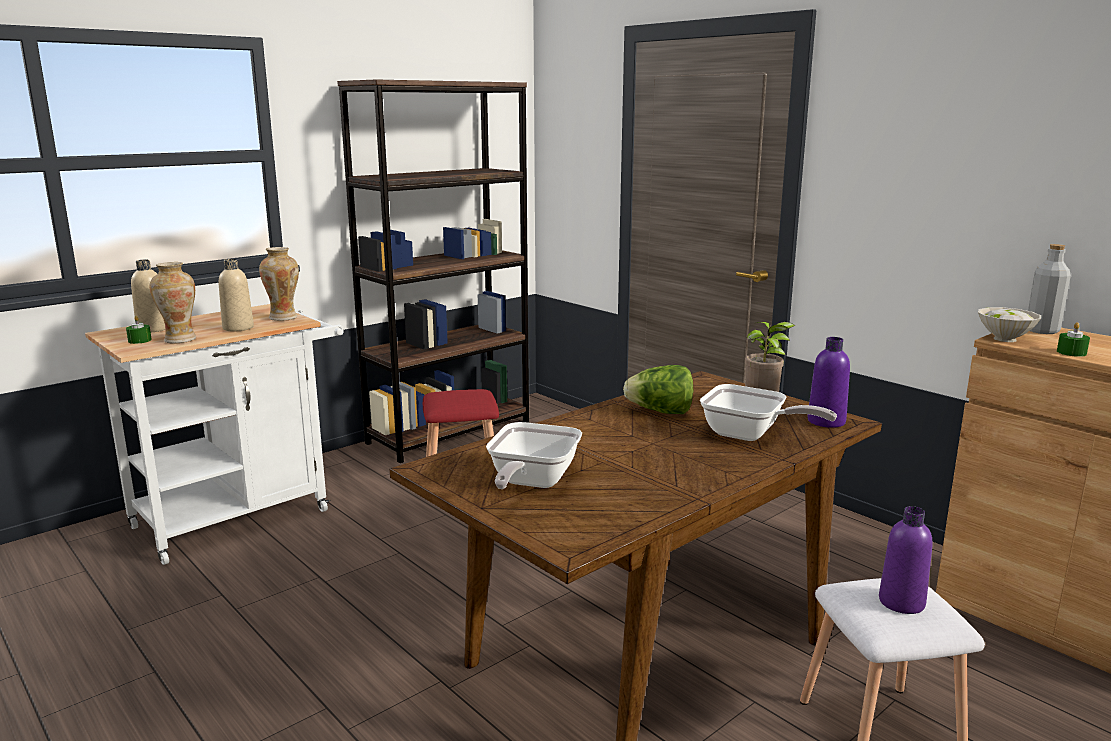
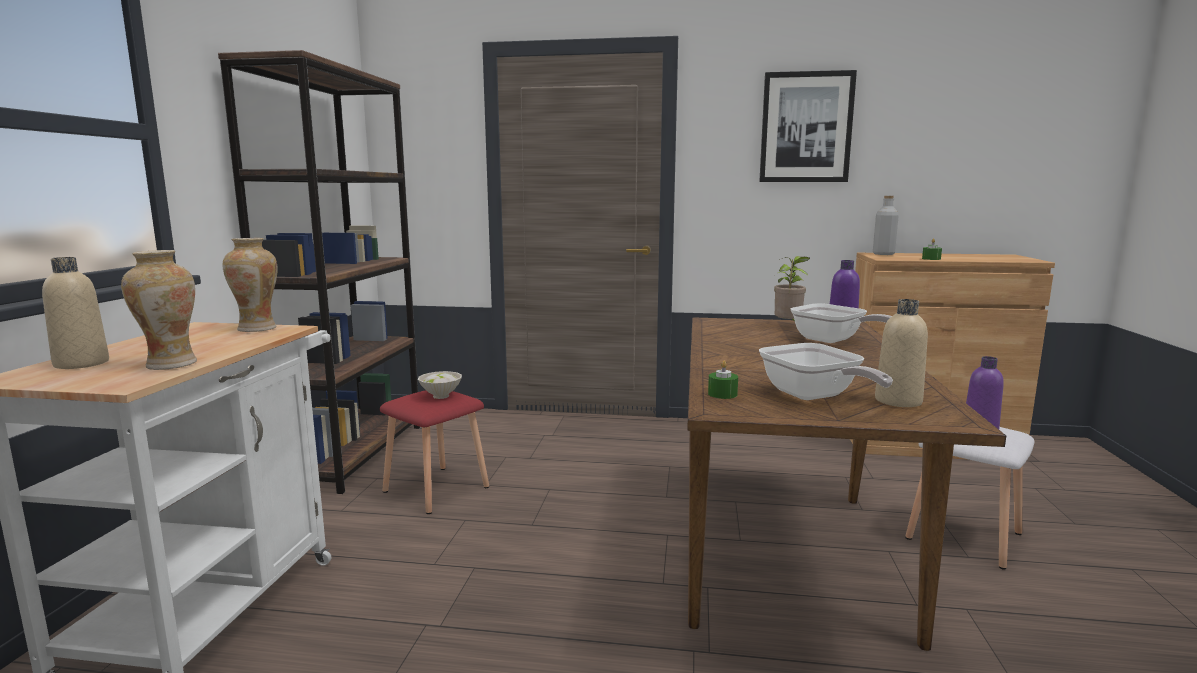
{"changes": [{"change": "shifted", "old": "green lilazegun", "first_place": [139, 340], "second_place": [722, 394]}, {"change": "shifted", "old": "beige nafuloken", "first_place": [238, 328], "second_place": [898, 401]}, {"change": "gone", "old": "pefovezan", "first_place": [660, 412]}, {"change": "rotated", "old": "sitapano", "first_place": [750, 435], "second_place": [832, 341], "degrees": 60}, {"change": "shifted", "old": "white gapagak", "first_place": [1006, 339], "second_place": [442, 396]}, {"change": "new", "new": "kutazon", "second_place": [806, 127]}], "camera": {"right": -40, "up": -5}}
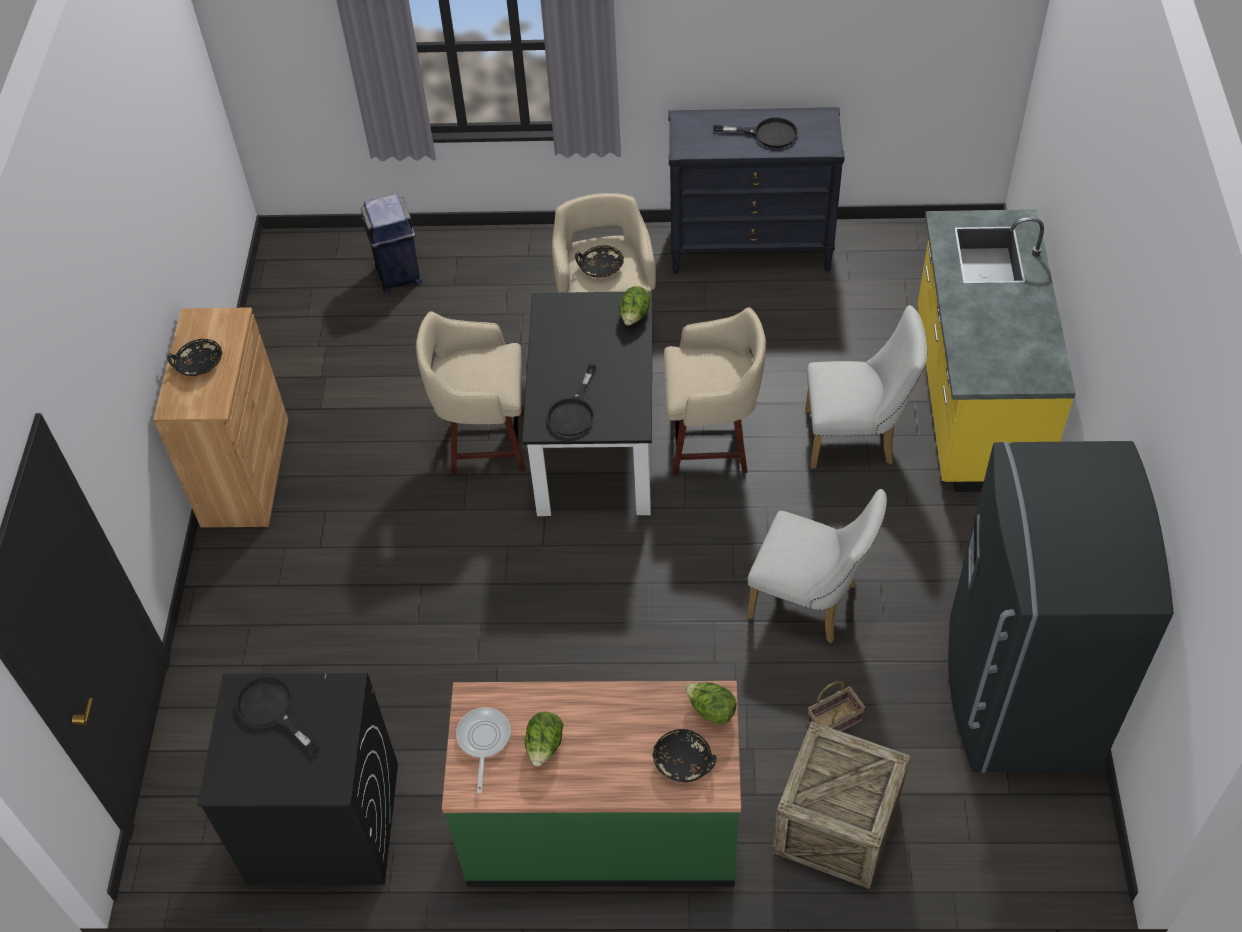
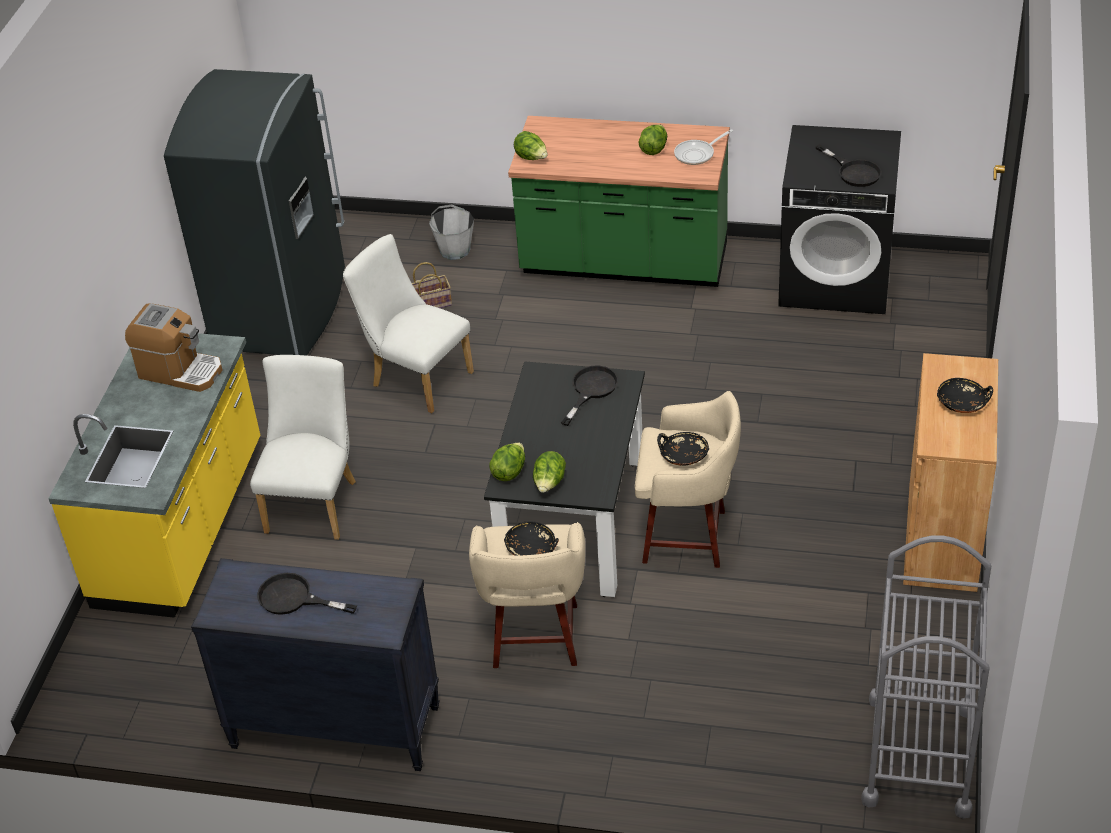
{"changes": [{"change": "gone", "old": "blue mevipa", "first_place": [398, 275]}, {"change": "rotated", "old": "sitapano", "first_place": [483, 741], "second_place": [697, 154], "degrees": 45}, {"change": "shifted", "old": "black gapagak", "first_place": [684, 762], "second_place": [683, 455]}, {"change": "gone", "old": "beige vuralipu", "first_place": [712, 444]}, {"change": "swapped", "old": "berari", "new": "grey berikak", "first_place": [836, 826], "second_place": [454, 250]}, {"change": "rotated", "old": "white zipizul", "first_place": [856, 438], "second_place": [314, 502], "degrees": 90}, {"change": "new", "new": "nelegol", "second_place": [180, 371]}, {"change": "new", "new": "pefovezan", "second_place": [549, 483]}, {"change": "new", "new": "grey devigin", "second_place": [919, 755]}], "camera": {"right": -170, "up": -10}}
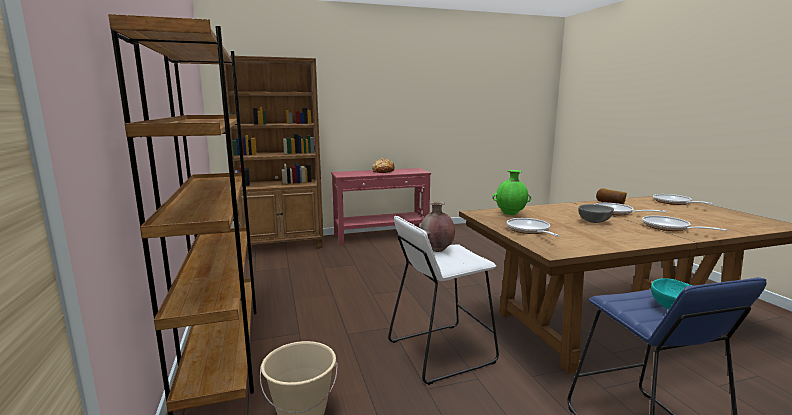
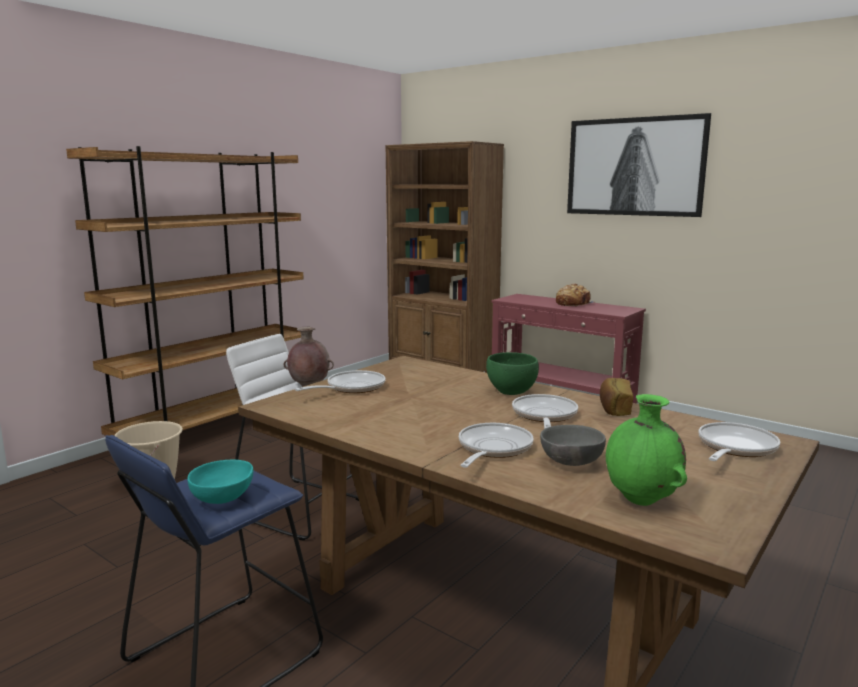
{"changes": [{"change": "shifted", "old": "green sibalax", "first_place": [510, 214], "second_place": [642, 500]}, {"change": "shifted", "old": "grey gapagak", "first_place": [594, 222], "second_place": [570, 463]}, {"change": "new", "new": "green gapagak", "second_place": [511, 392]}, {"change": "new", "new": "kutazon", "second_place": [635, 167]}], "camera": {"right": 55, "up": 0}}
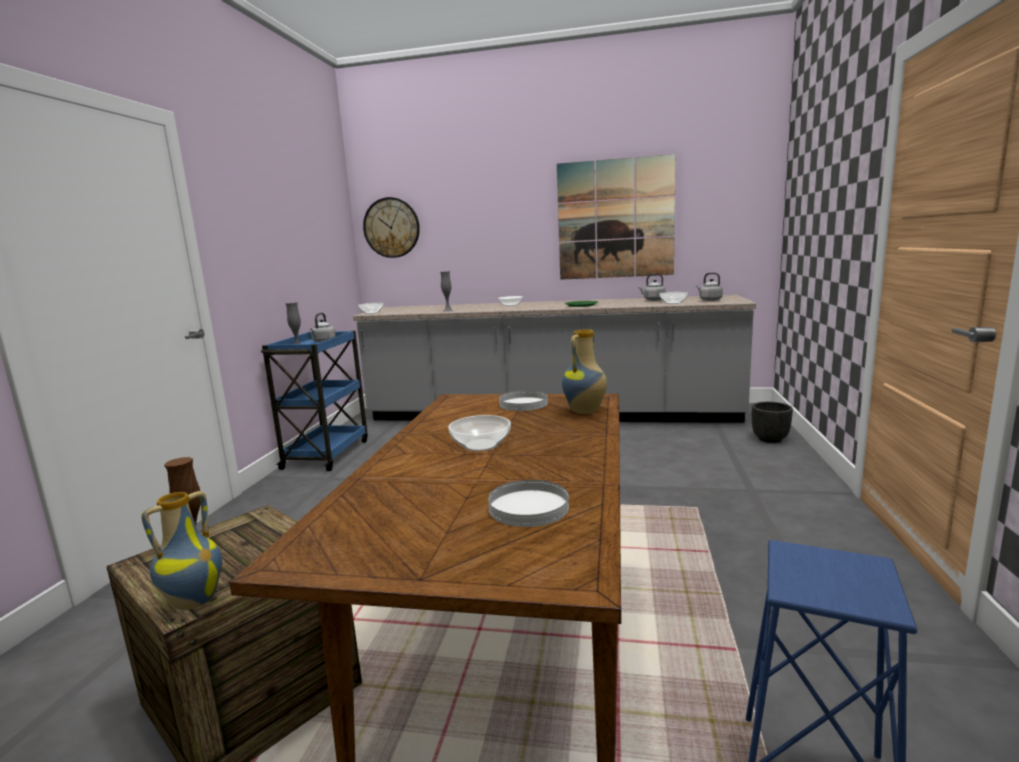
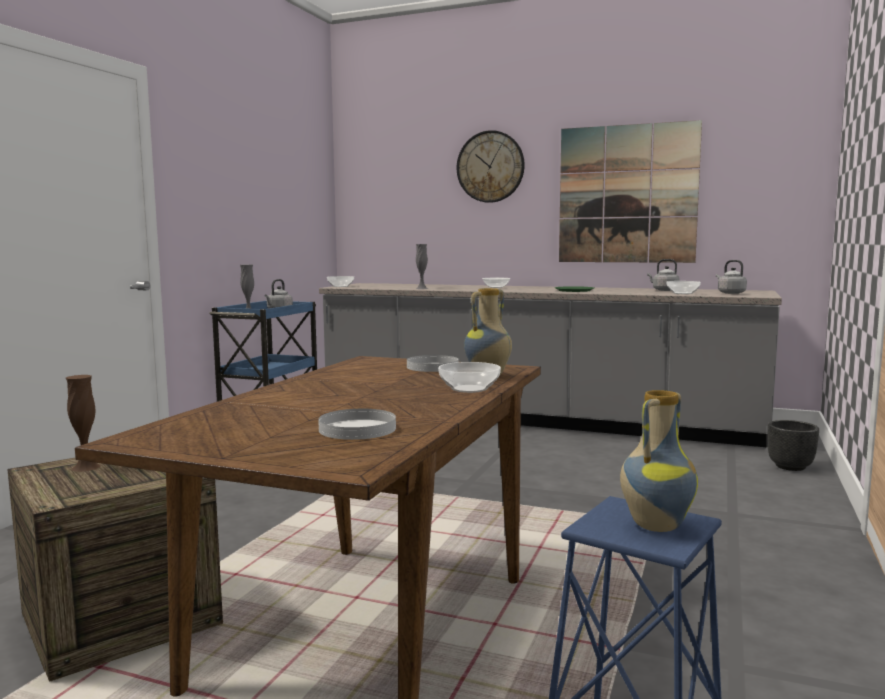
{"changes": [{"change": "shifted", "old": "sibalax", "first_place": [194, 600], "second_place": [654, 525]}, {"change": "shifted", "old": "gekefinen", "first_place": [391, 227], "second_place": [490, 167]}, {"change": "shifted", "old": "gapagak", "first_place": [480, 445], "second_place": [468, 389]}], "camera": {"right": 10, "up": -5}}
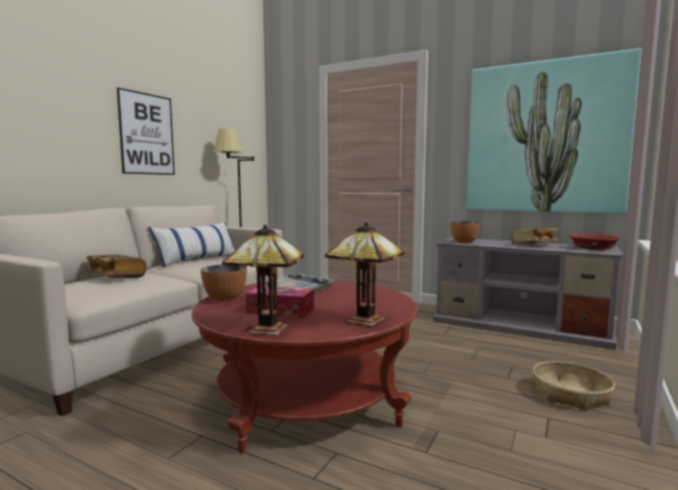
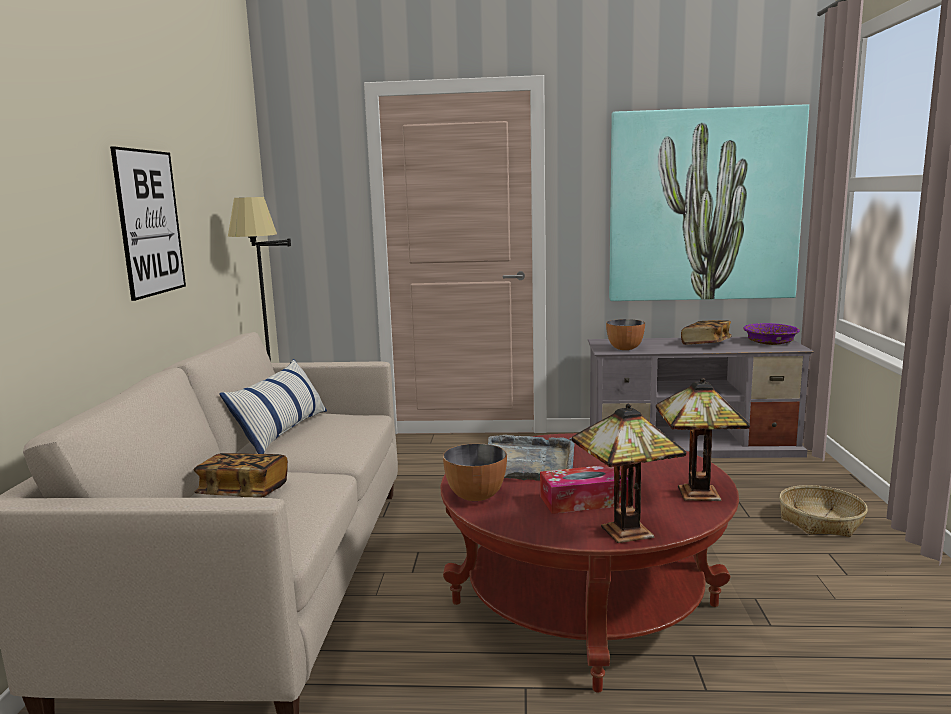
{"changes": [{"change": "repainted", "old": "red gapagak", "new": "purple gapagak", "first_place": [593, 248], "second_place": [770, 342]}], "camera": {"right": -25, "up": 5}}
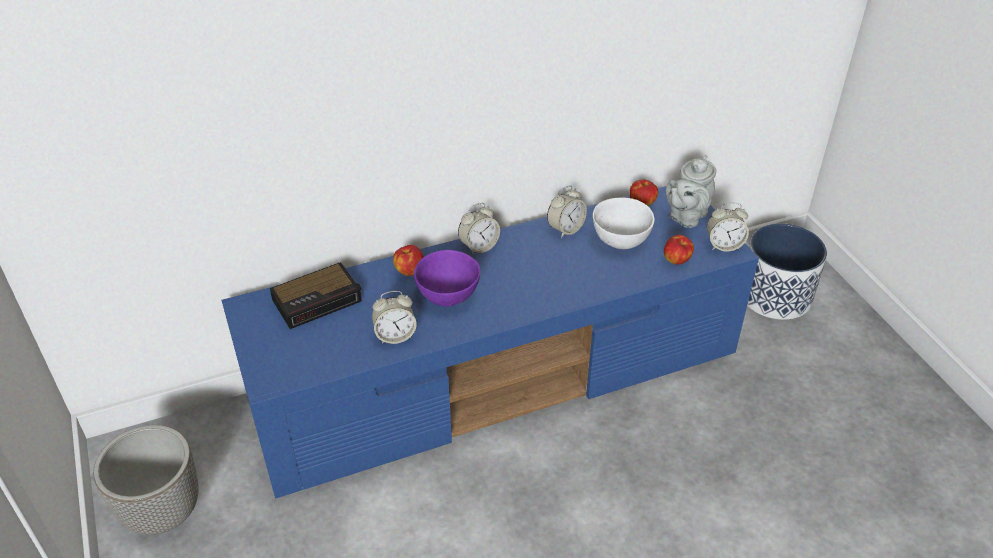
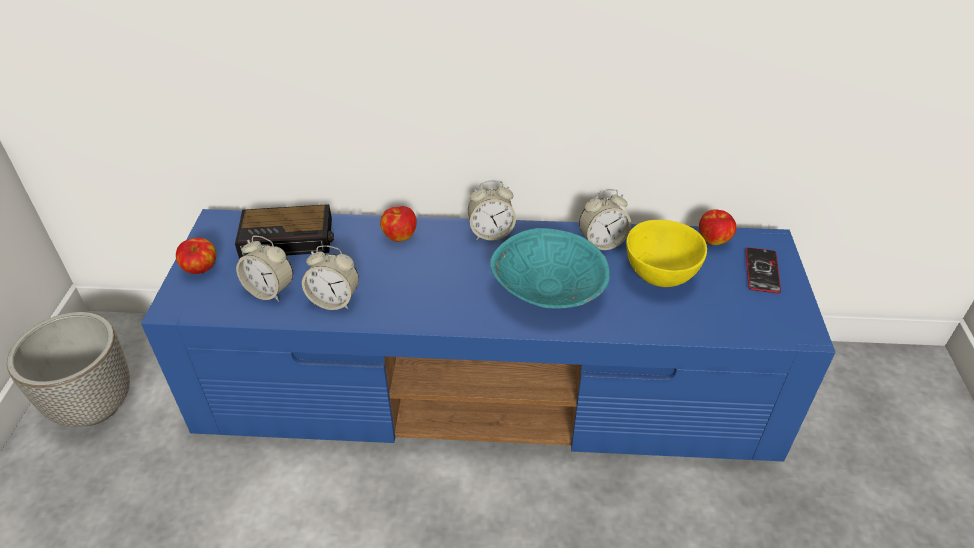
{"changes": [{"change": "gone", "old": "purple gapagak", "first_place": [449, 297]}, {"change": "repainted", "old": "white gapagak", "new": "yellow gapagak", "first_place": [620, 242], "second_place": [659, 276]}, {"change": "shifted", "old": "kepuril", "first_place": [677, 260], "second_place": [201, 269]}, {"change": "swapped", "old": "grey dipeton", "new": "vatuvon", "first_place": [686, 216], "second_place": [762, 271]}, {"change": "shifted", "old": "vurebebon", "first_place": [724, 245], "second_place": [270, 291]}, {"change": "gone", "old": "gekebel", "first_place": [775, 295]}, {"change": "new", "new": "turquoise gapagak", "second_place": [550, 290]}], "camera": {"right": 25, "up": 0}}
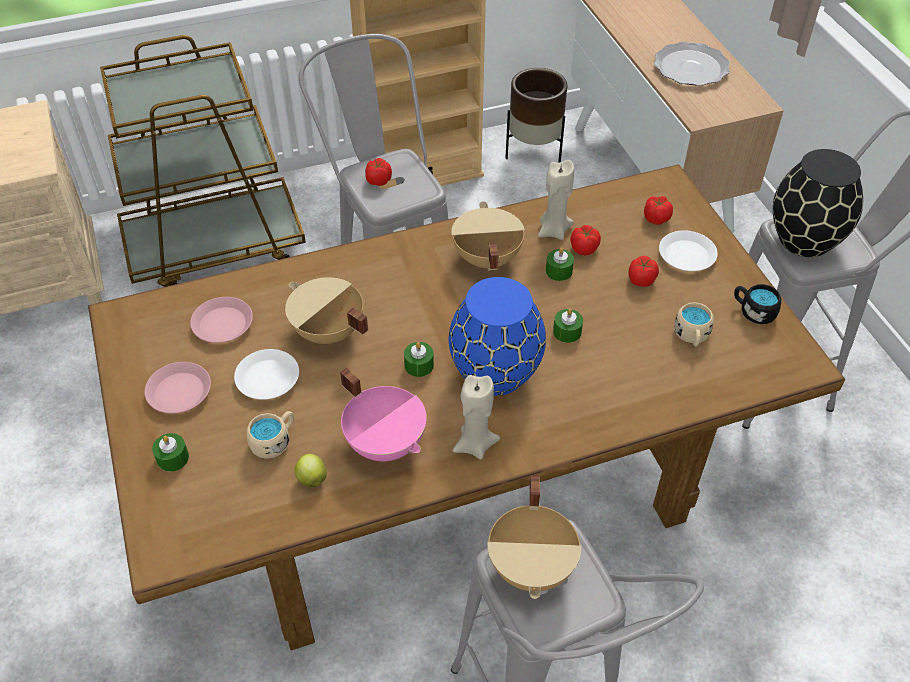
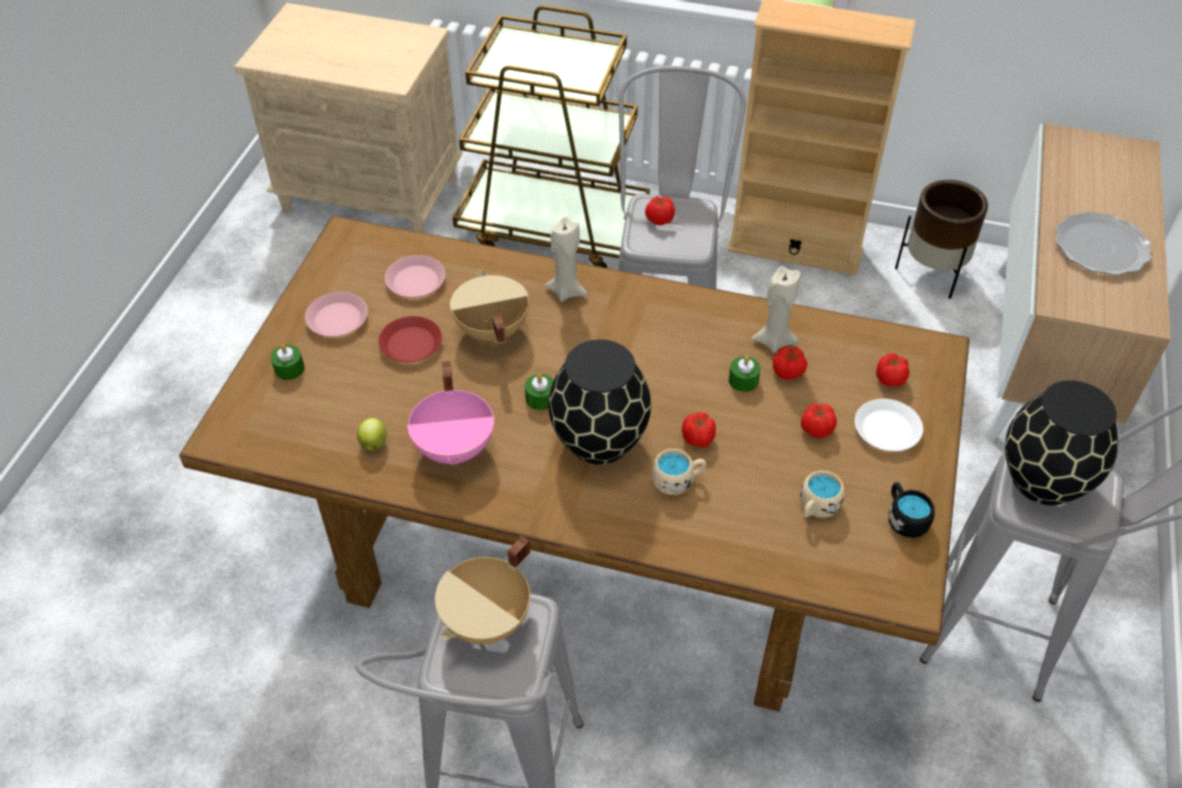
{"changes": [{"change": "repainted", "old": "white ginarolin", "new": "red ginarolin", "first_place": [268, 378], "second_place": [411, 344]}, {"change": "shifted", "old": "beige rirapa", "first_place": [274, 441], "second_place": [678, 480]}, {"change": "repainted", "old": "blue sibalax", "new": "black sibalax", "first_place": [494, 372], "second_place": [599, 439]}, {"change": "gone", "old": "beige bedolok", "first_place": [485, 259]}, {"change": "shifted", "old": "beige lilazegun", "first_place": [475, 445], "second_place": [566, 291]}, {"change": "swapped", "old": "green lilazegun", "new": "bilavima", "first_place": [567, 332], "second_place": [698, 439]}], "camera": {"right": 35, "up": 0}}
